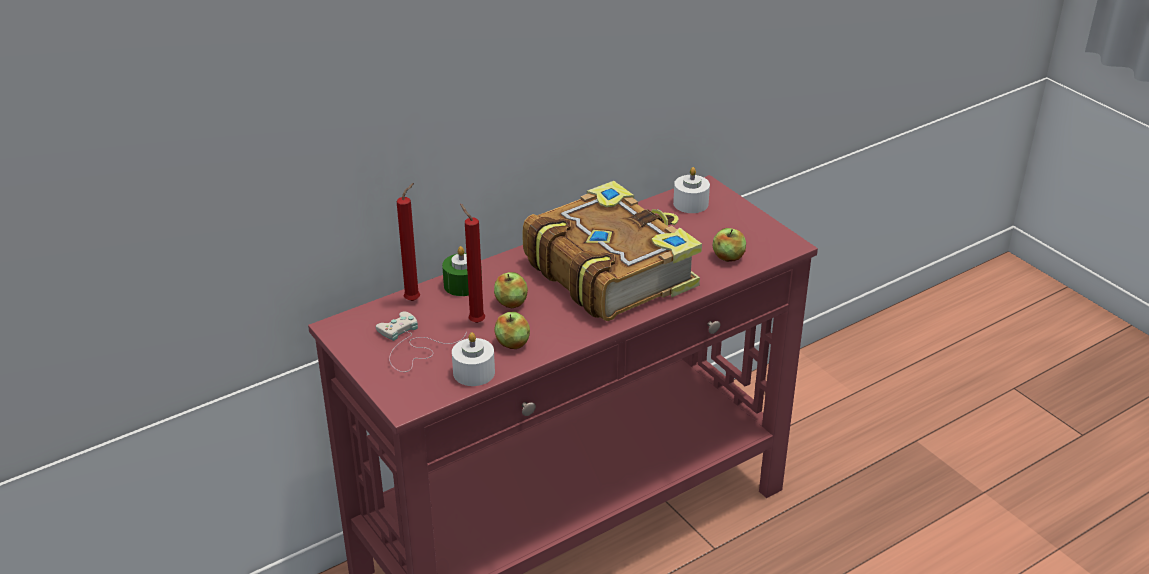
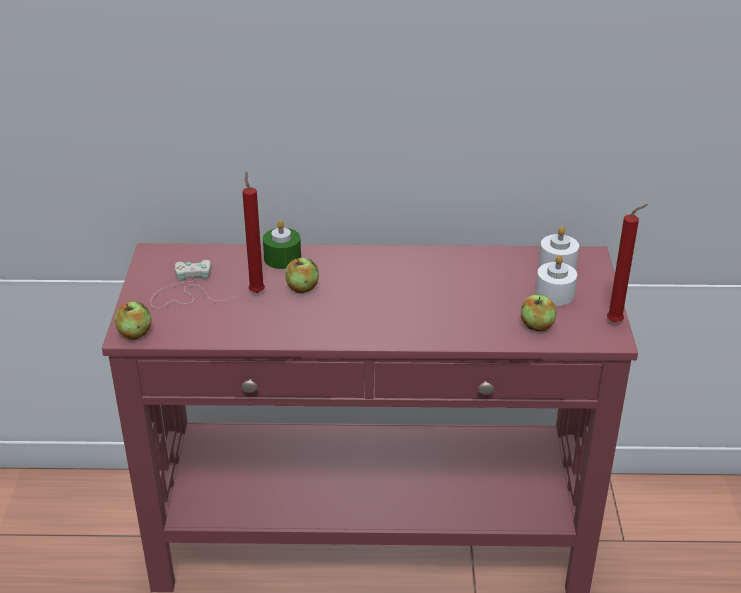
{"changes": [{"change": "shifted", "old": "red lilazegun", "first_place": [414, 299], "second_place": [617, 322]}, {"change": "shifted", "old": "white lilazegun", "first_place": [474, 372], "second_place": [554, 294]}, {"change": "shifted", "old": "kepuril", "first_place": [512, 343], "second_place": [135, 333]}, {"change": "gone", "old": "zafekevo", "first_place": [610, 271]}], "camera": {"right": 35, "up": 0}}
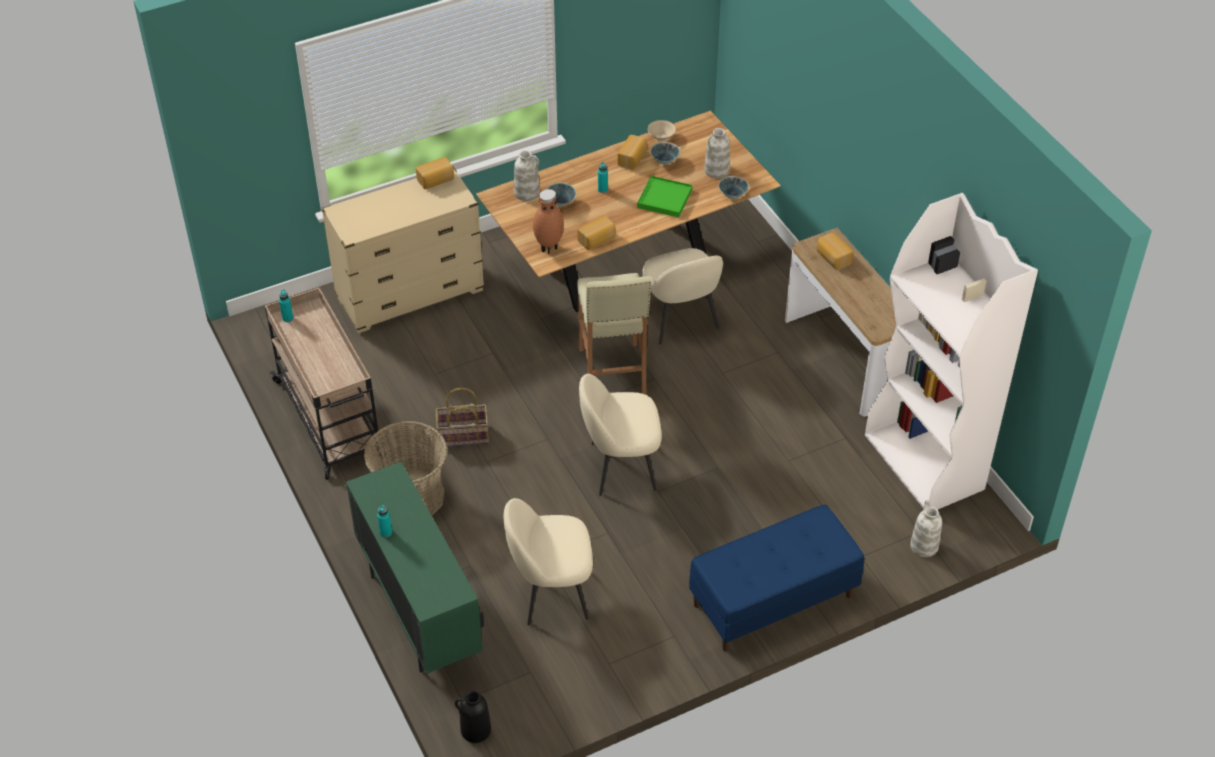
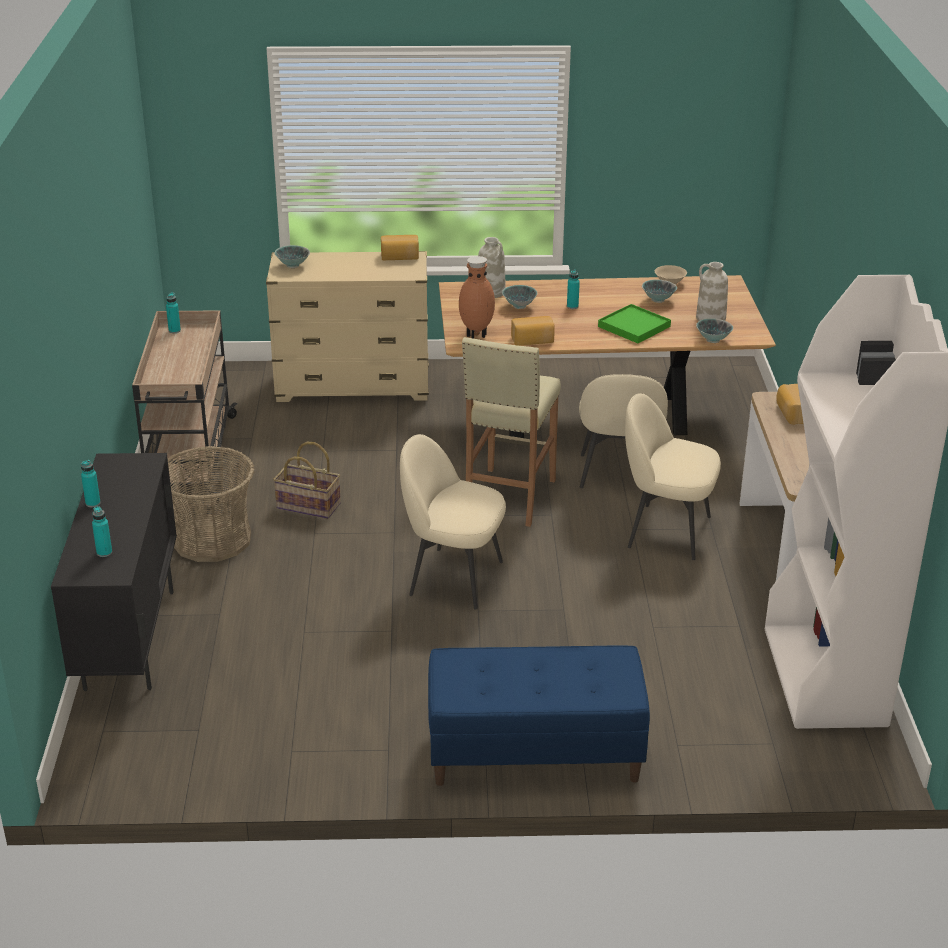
{"changes": [{"change": "repainted", "old": "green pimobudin", "new": "black pimobudin", "first_place": [419, 614], "second_place": [130, 639]}, {"change": "gone", "old": "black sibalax", "first_place": [475, 730]}, {"change": "shifted", "old": "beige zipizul", "first_place": [551, 592], "second_place": [666, 531]}, {"change": "gone", "old": "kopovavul", "first_place": [633, 159]}, {"change": "gone", "old": "white sibalax", "first_place": [923, 546]}, {"change": "new", "new": "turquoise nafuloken", "second_place": [104, 552]}, {"change": "new", "new": "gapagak", "second_place": [292, 266]}], "camera": {"right": 25, "up": -15}}
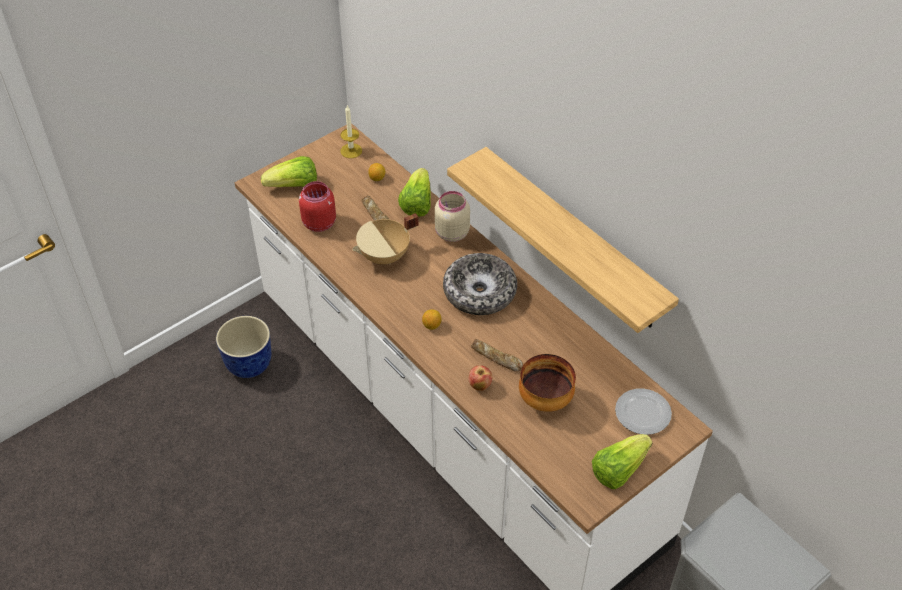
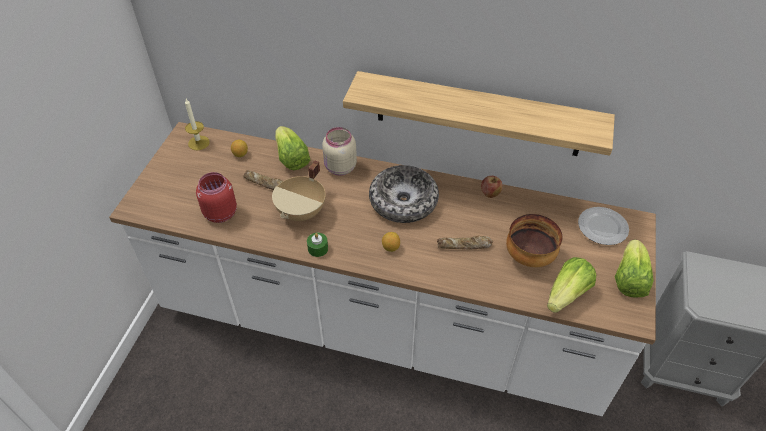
{"changes": [{"change": "gone", "old": "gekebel", "first_place": [250, 364]}, {"change": "shifted", "old": "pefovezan", "first_place": [294, 186], "second_place": [567, 294]}, {"change": "shifted", "old": "kepuril", "first_place": [479, 385], "second_place": [490, 194]}, {"change": "new", "new": "green lilazegun", "second_place": [318, 248]}], "camera": {"right": -35, "up": 0}}
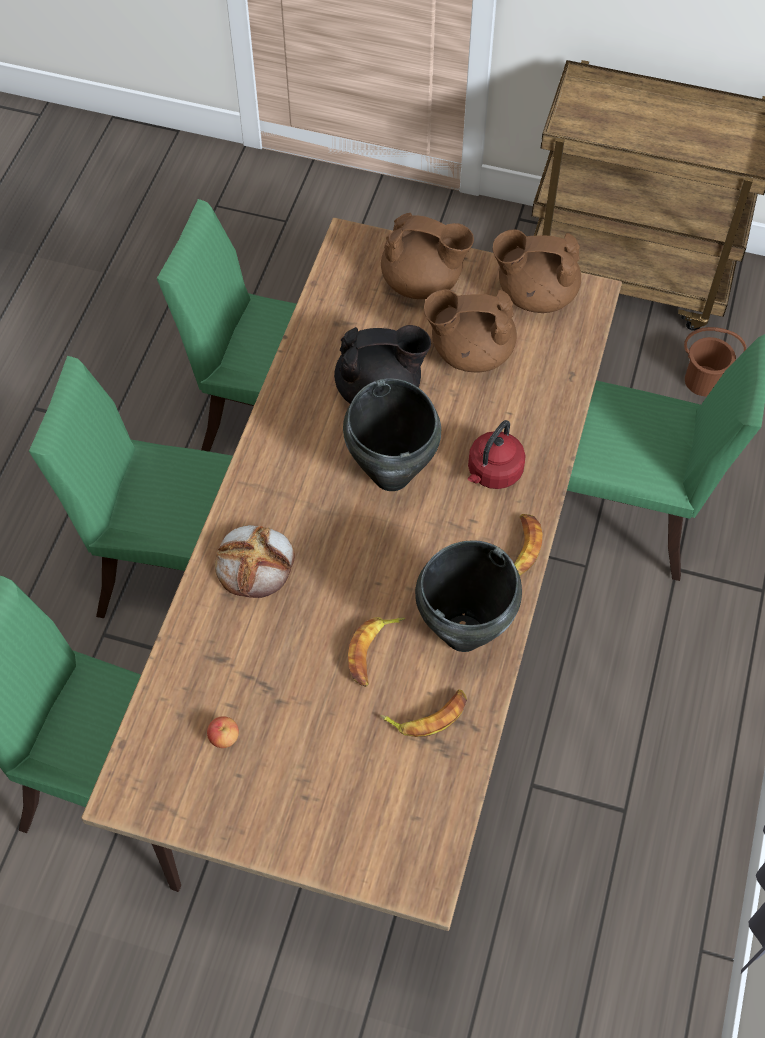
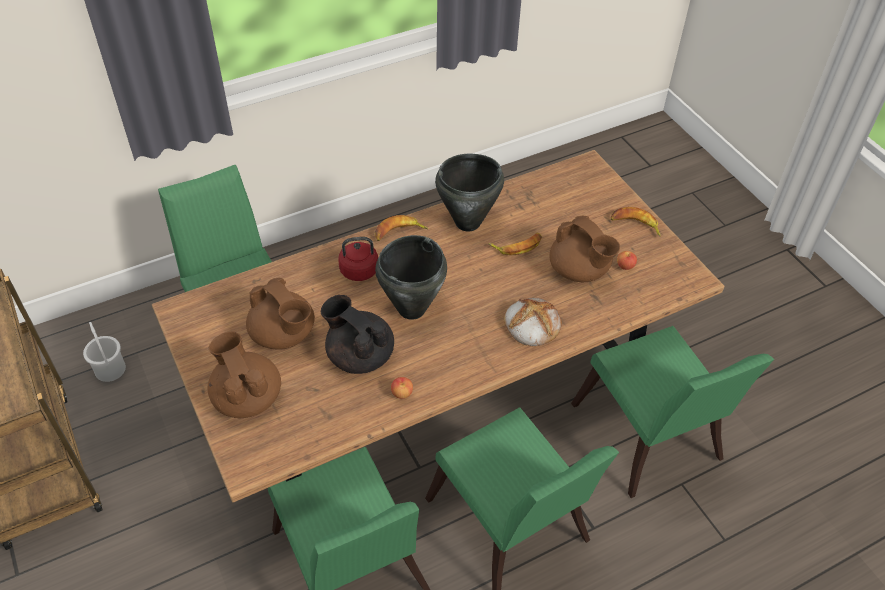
{"changes": [{"change": "shifted", "old": "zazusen", "first_place": [427, 715], "second_place": [635, 225]}, {"change": "shifted", "old": "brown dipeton", "first_place": [535, 294], "second_place": [579, 271]}, {"change": "repainted", "old": "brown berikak", "new": "white berikak", "first_place": [703, 380], "second_place": [109, 370]}, {"change": "new", "new": "kepuril", "second_place": [402, 393]}], "camera": {"right": -135, "up": -10}}
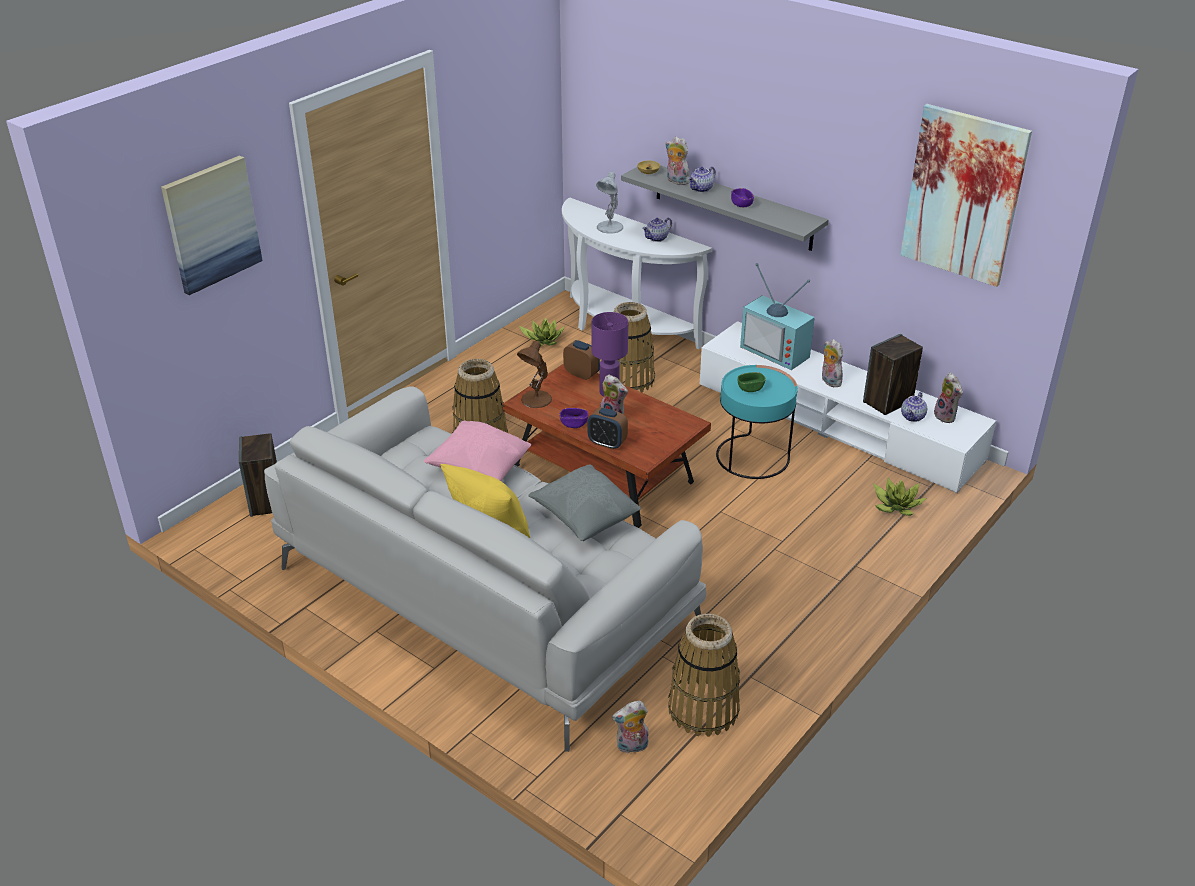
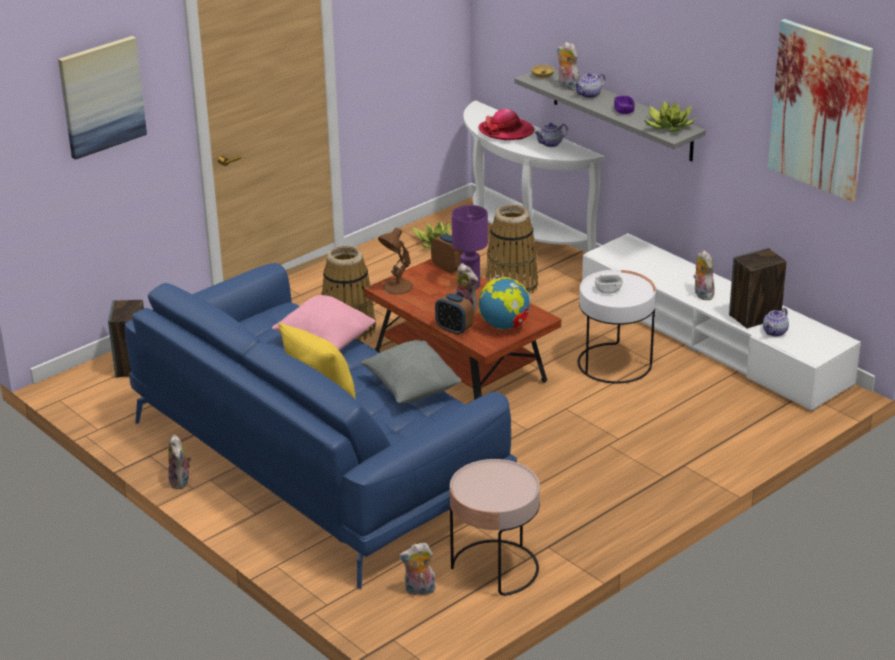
{"changes": [{"change": "repainted", "old": "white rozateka", "new": "blue rozateka", "first_place": [483, 594], "second_place": [316, 458]}, {"change": "gone", "old": "purple gapagak", "first_place": [574, 424]}, {"change": "swapped", "old": "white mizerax", "new": "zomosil", "first_place": [609, 228], "second_place": [506, 131]}, {"change": "swapped", "old": "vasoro", "new": "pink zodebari", "first_place": [703, 709], "second_place": [495, 568]}, {"change": "repainted", "old": "turquoise zodebari", "new": "white zodebari", "first_place": [752, 457], "second_place": [614, 363]}, {"change": "repainted", "old": "green gapagak", "new": "white gapagak", "first_place": [750, 388], "second_place": [608, 290]}, {"change": "gone", "old": "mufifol", "first_place": [777, 351]}, {"change": "shifted", "old": "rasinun", "first_place": [895, 506], "second_place": [668, 126]}, {"change": "shifted", "old": "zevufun", "first_place": [946, 416], "second_place": [181, 482]}, {"change": "new", "new": "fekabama", "second_place": [504, 326]}], "camera": {"right": 10, "up": -5}}
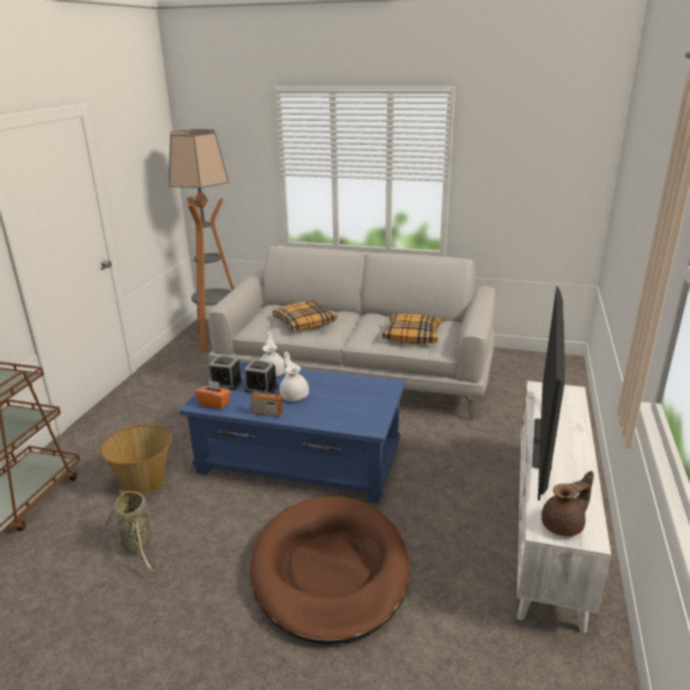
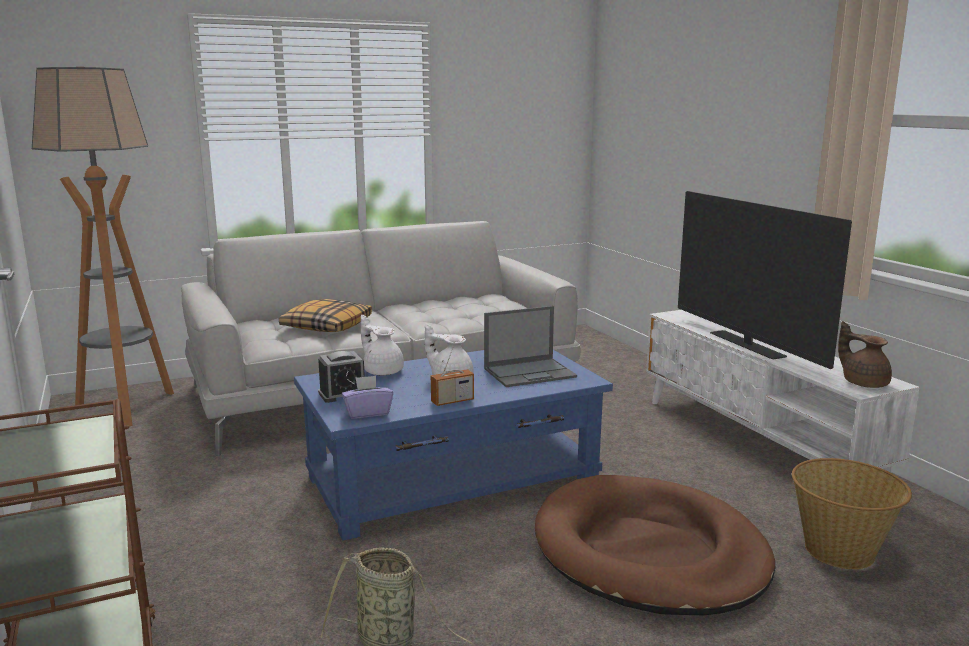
{"changes": [{"change": "shifted", "old": "vasoro", "first_place": [144, 482], "second_place": [840, 550]}, {"change": "repainted", "old": "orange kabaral", "new": "purple kabaral", "first_place": [214, 403], "second_place": [367, 413]}, {"change": "gone", "old": "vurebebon", "first_place": [261, 388]}, {"change": "gone", "old": "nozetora", "first_place": [412, 336]}, {"change": "rotated", "old": "brown dipeton", "first_place": [564, 525], "second_place": [863, 383], "degrees": -60}, {"change": "new", "new": "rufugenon", "second_place": [530, 373]}], "camera": {"right": -40, "up": -10}}
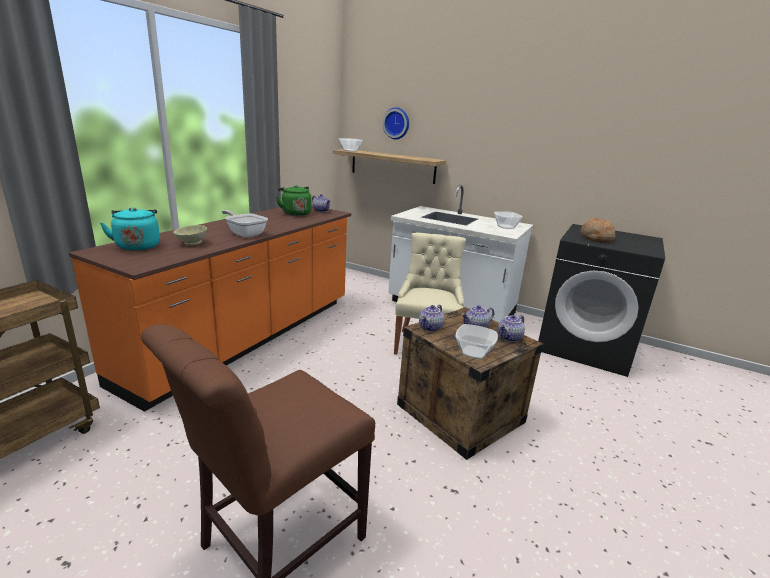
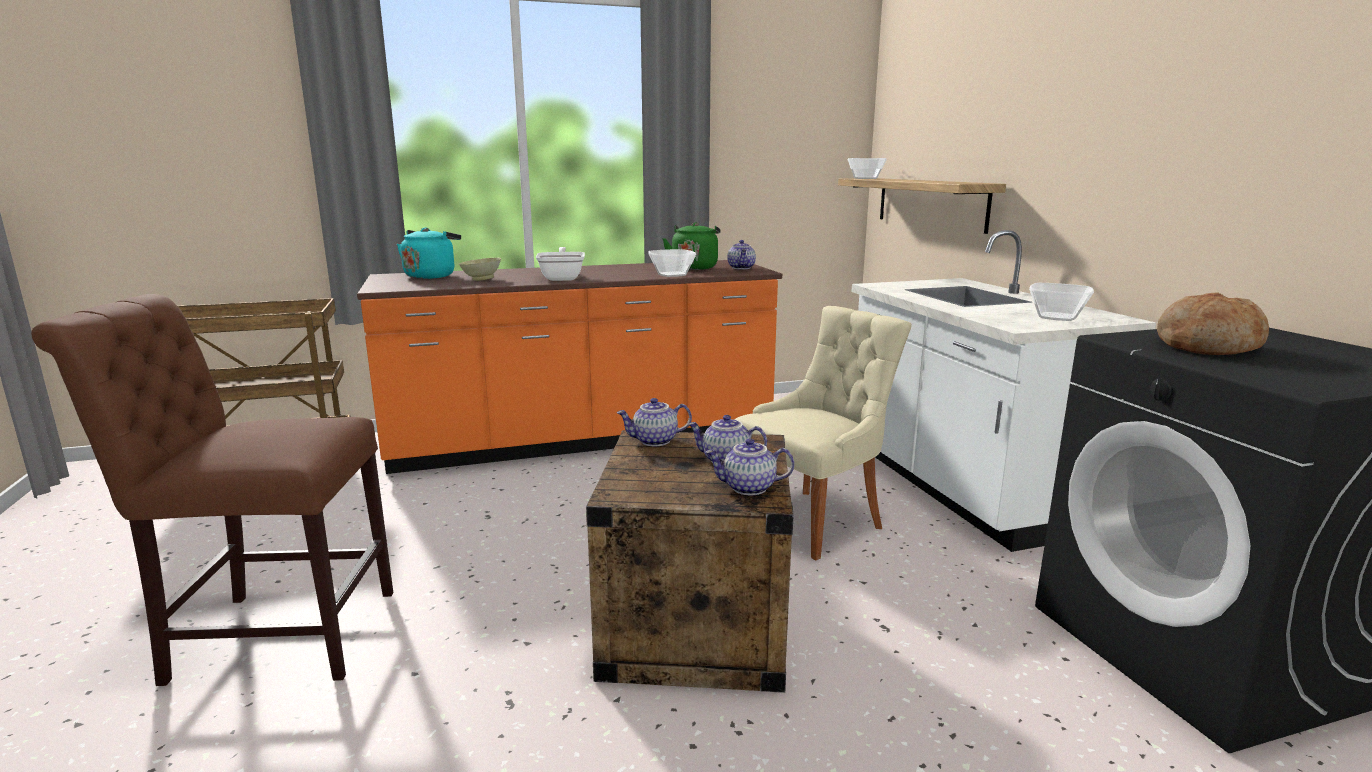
{"changes": [{"change": "gone", "old": "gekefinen", "first_place": [397, 123]}, {"change": "shifted", "old": "gapagak", "first_place": [474, 352], "second_place": [672, 275]}], "camera": {"right": 45, "up": -5}}
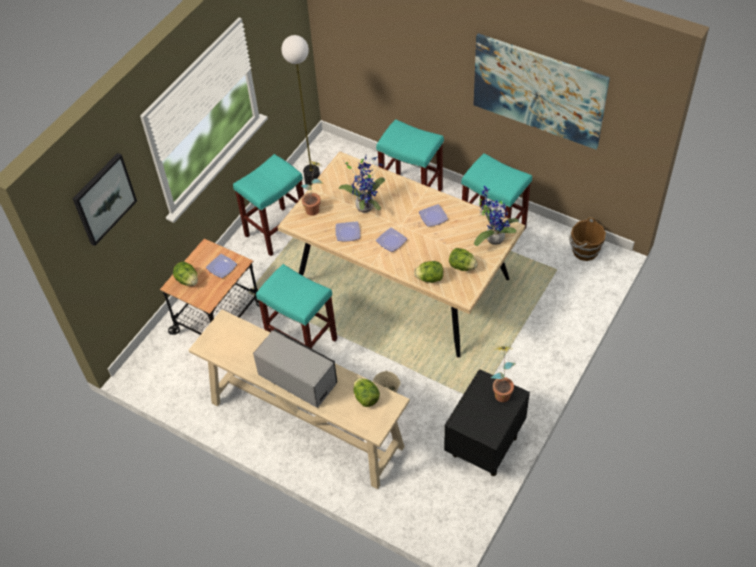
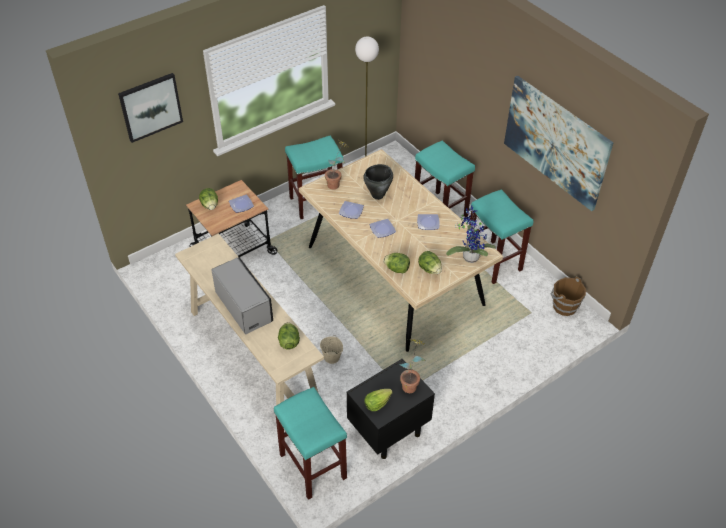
{"changes": [{"change": "shifted", "old": "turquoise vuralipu", "first_place": [301, 341], "second_place": [312, 465]}, {"change": "swapped", "old": "rasinun", "new": "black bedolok", "first_place": [366, 205], "second_place": [378, 195]}, {"change": "new", "new": "pefovezan", "second_place": [377, 404]}], "camera": {"right": 20, "up": -5}}
